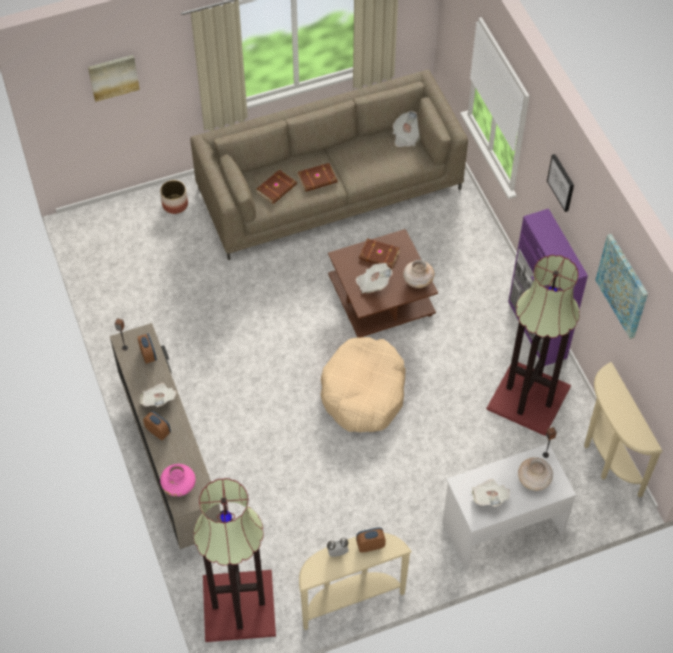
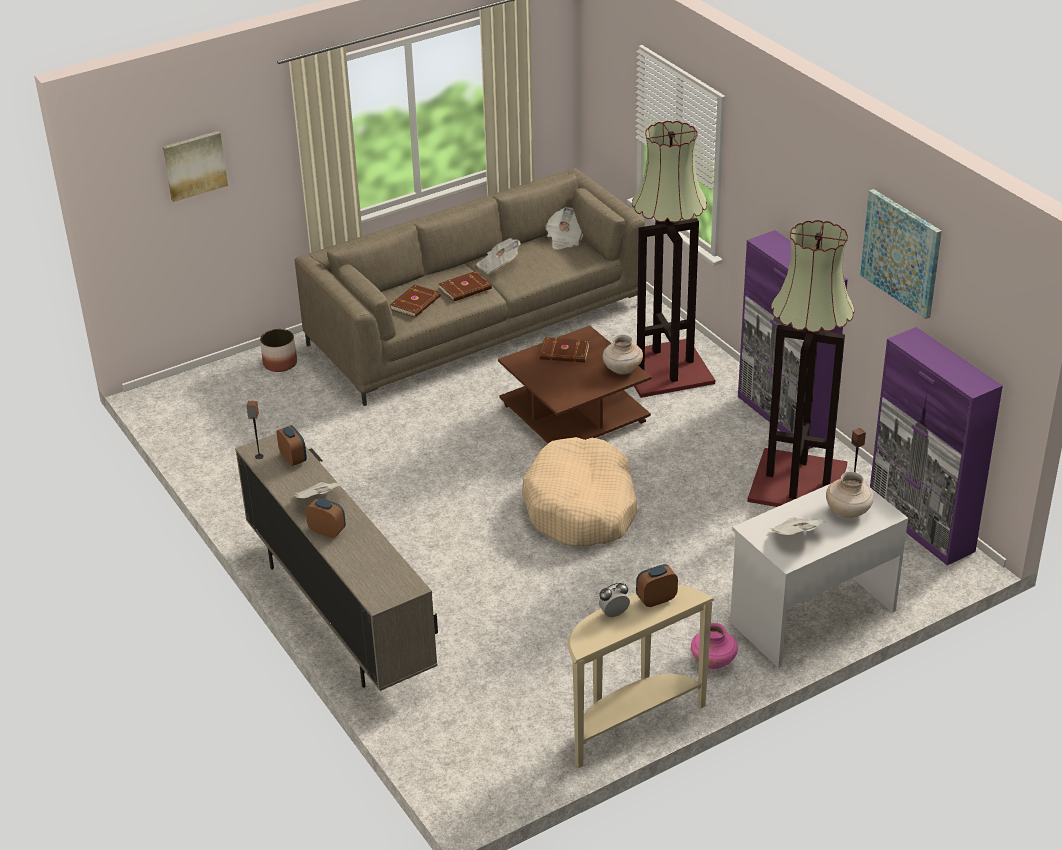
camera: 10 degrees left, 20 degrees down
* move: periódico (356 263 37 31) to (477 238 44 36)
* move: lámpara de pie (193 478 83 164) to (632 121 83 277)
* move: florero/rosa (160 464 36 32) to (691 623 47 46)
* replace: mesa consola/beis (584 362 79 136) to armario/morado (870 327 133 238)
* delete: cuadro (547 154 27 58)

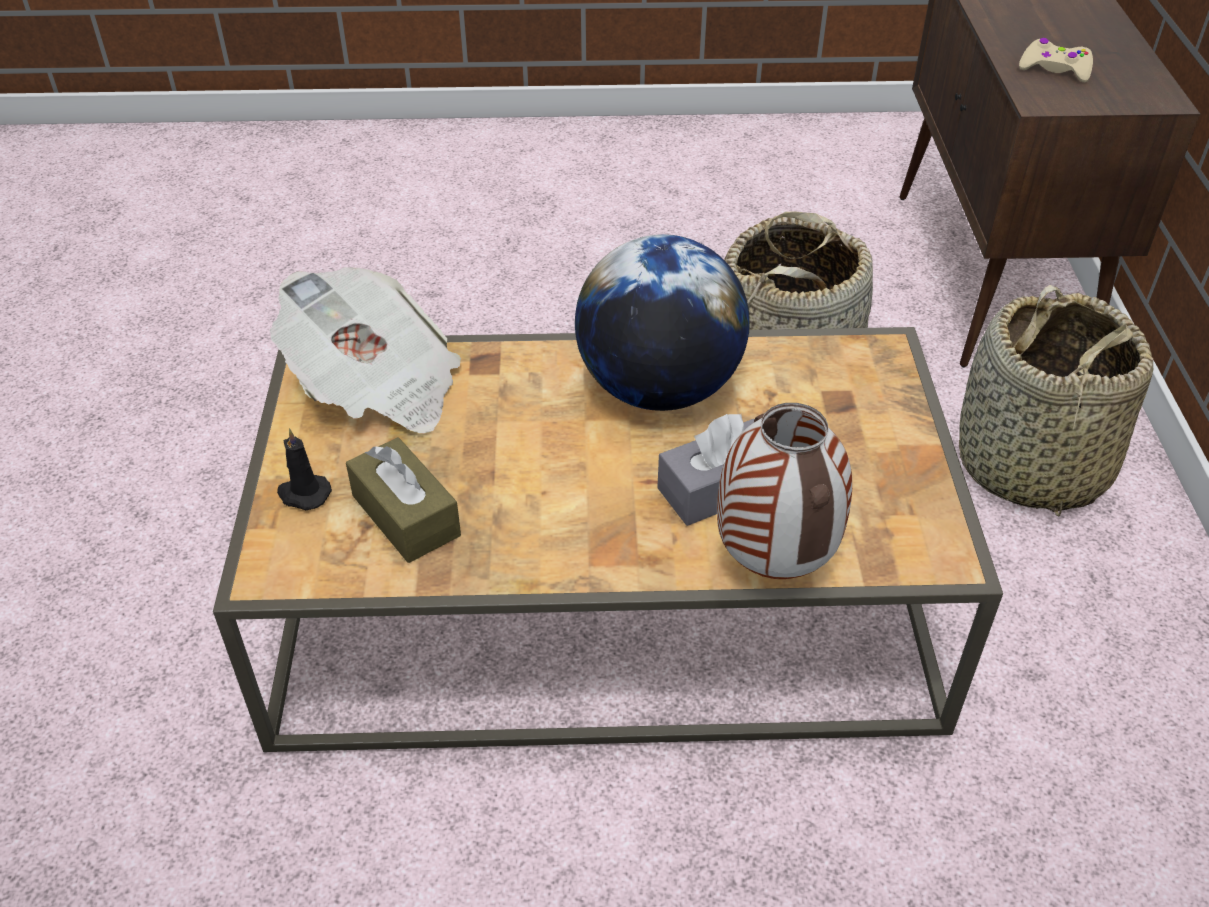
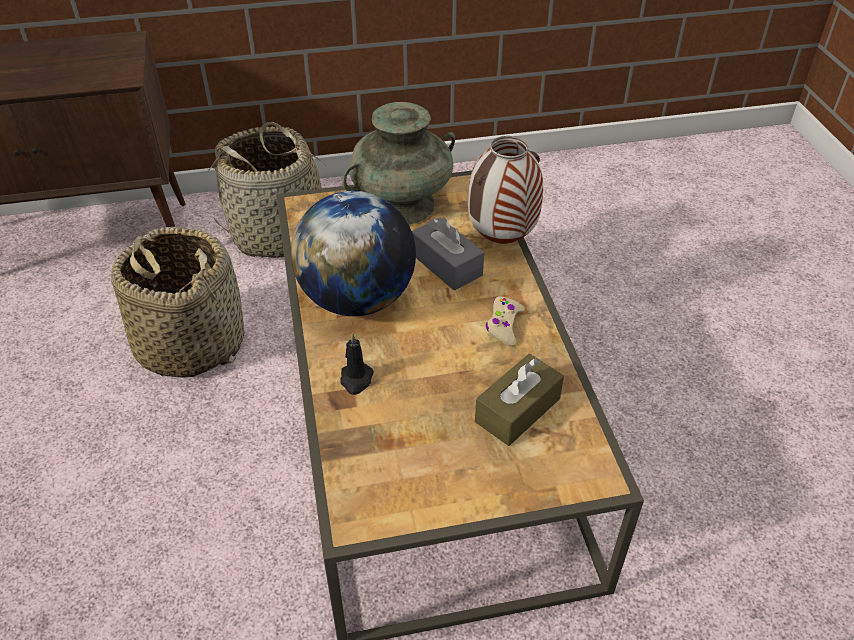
camera: 100 degrees left, 0 degrees up
* move: vela/negro (277 428 55 82) to (340 333 34 62)
* insert: florero/turquesa (343 102 112 122)
* move: mando de consola/beis (1019 38 74 44) to (486 296 39 51)
* delete: periódico (269 267 192 166)

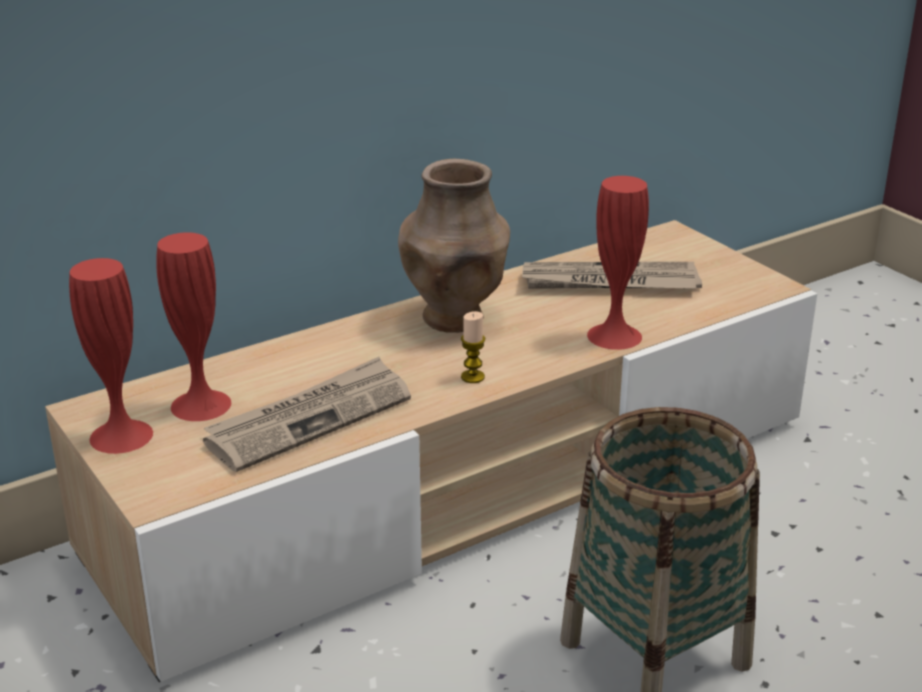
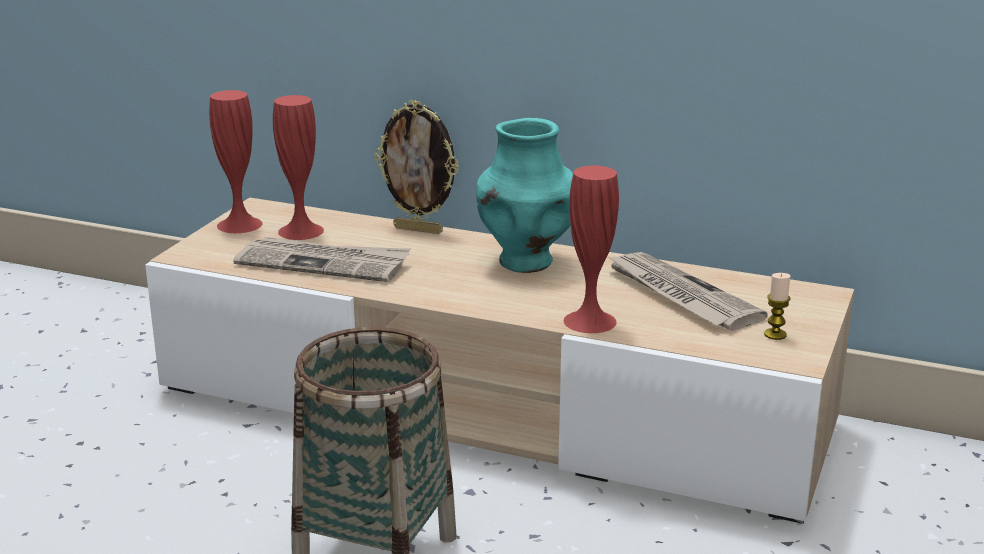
camera: 55 degrees right, 5 degrees down
* insert: portarretratos (374 100 85 134)
* recolor: florero/marrón (398 159 112 174) to florero/turquesa (476 118 97 155)
* move: vela (461 311 24 72) to (764 273 27 67)

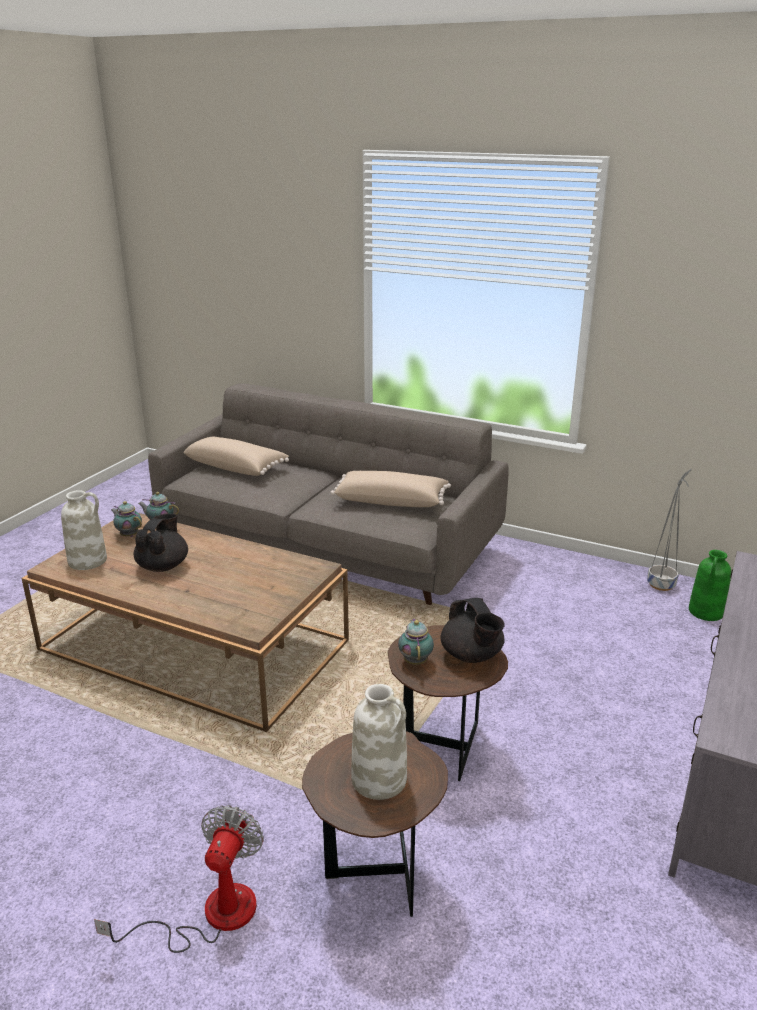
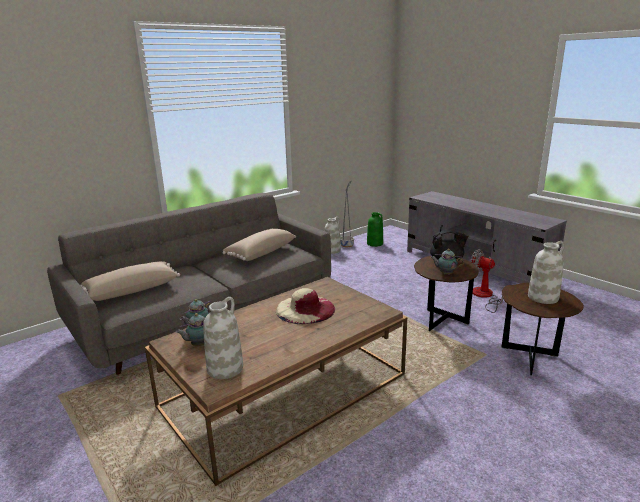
camera: 65 degrees left, 5 degrees down
* insert: sombrero/beis (276 288 59 36)
* insert: florero/blanco (324 217 17 37)
* move: ventilador (94 805 170 148) to (470 249 33 64)
* delete: tetera/negro (134 514 54 58)

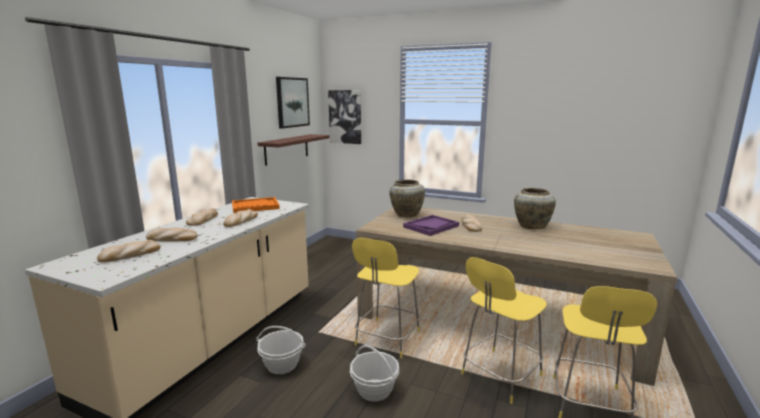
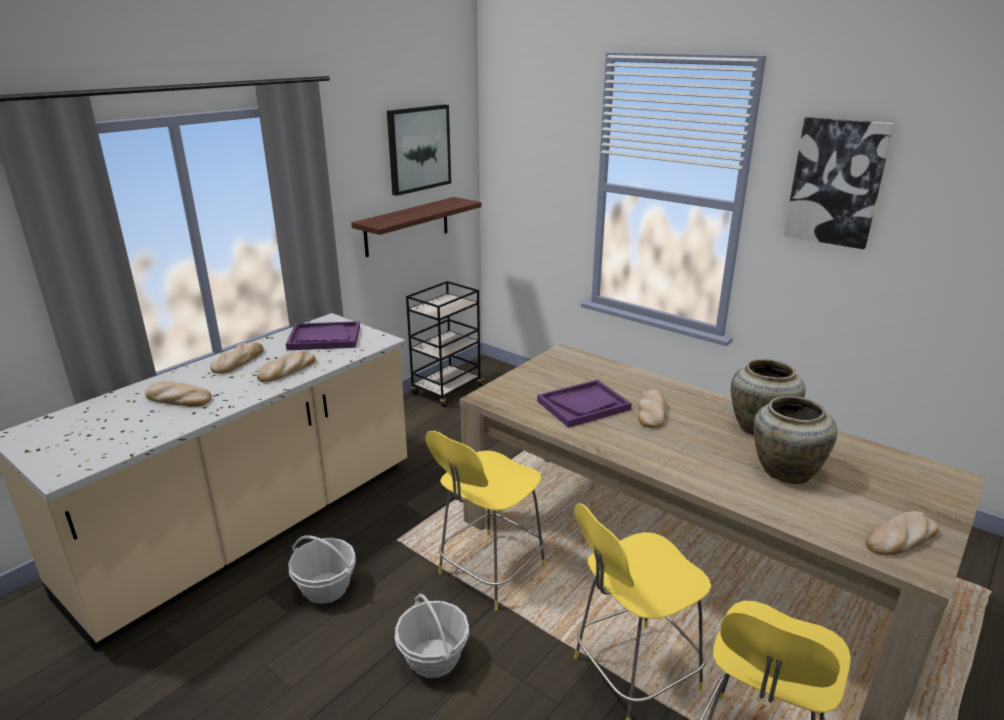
camera: 15 degrees right, 10 degrees up
* recolor: bandeja/naranja (232 197 48 16) to bandeja/morado (286 321 74 29)
* insert: carrito/negro (406 281 81 126)
* move: florero/beis (389 179 36 38) to (753 396 84 88)
* move: cuadro (328 90 33 54) to (784 117 110 132)
* move: pan (97 240 63 22) to (865 511 74 44)

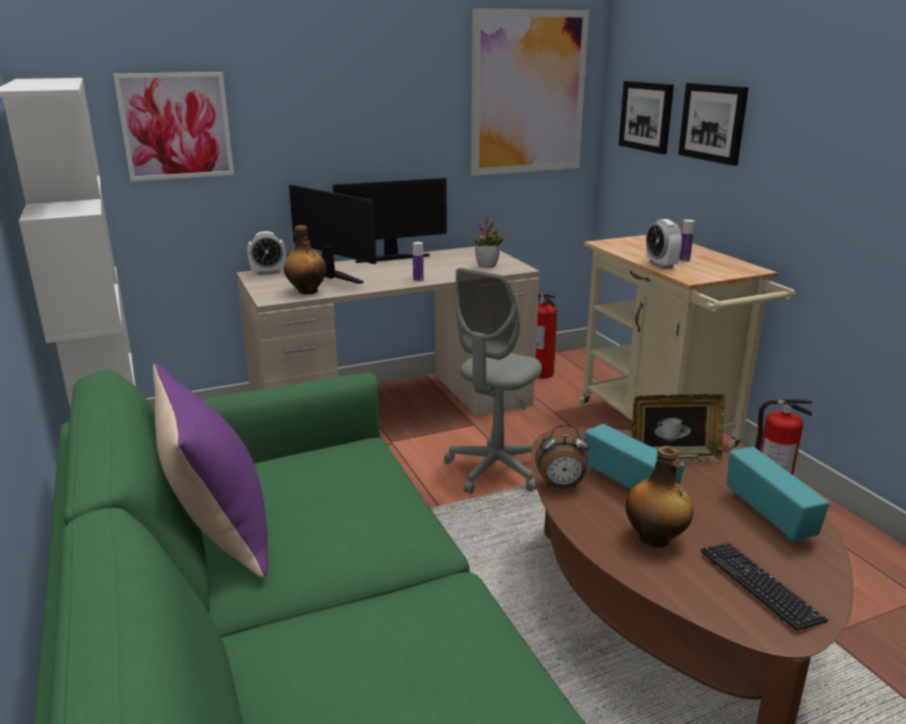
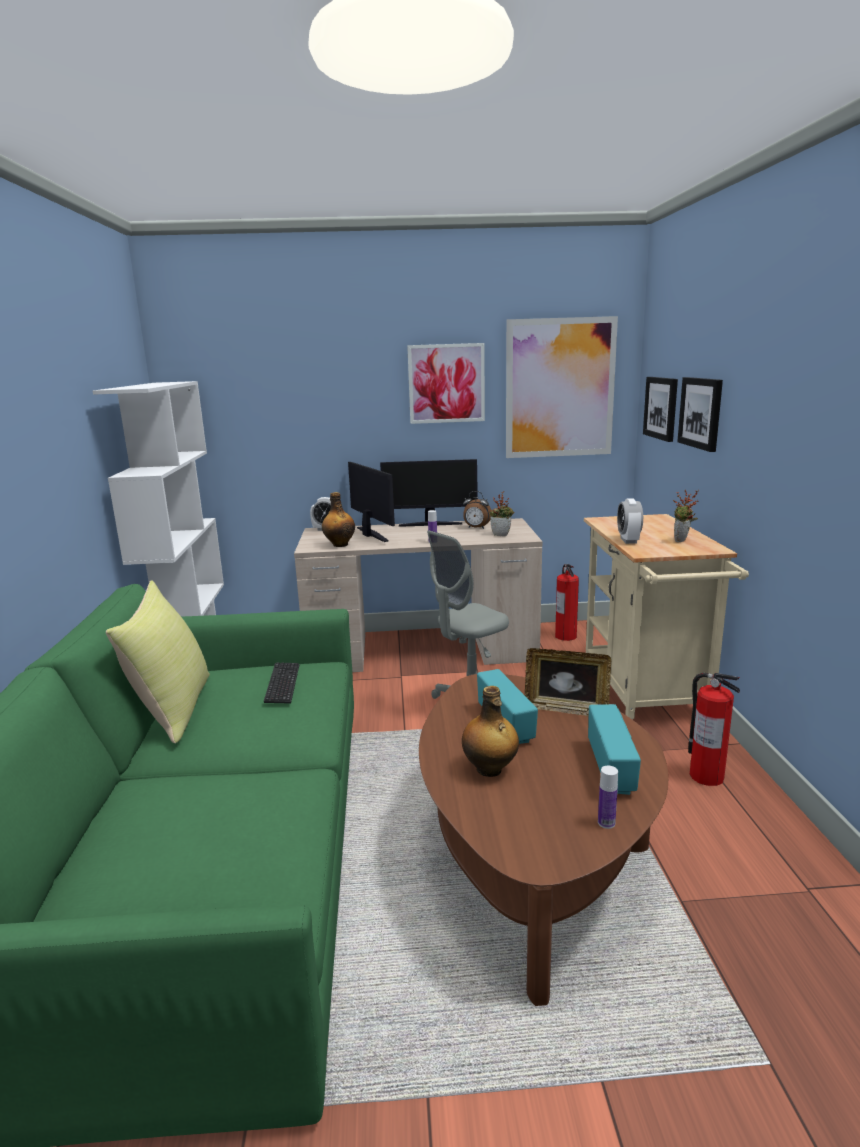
camera: 20 degrees right, 5 degrees down
* recolor: cojín/morado (153 363 115 214) to cojín/amarillo (106 580 104 163)
* move: teclado (700 543 128 88) to (264 662 35 41)
* move: cuadro (113 72 121 109) to (407 343 78 81)
* move: despertador (535 425 54 64) to (463 491 28 38)
* move: botella (679 220 16 42) to (598 766 20 63)
* insert: planta en maceta (673 490 26 52)

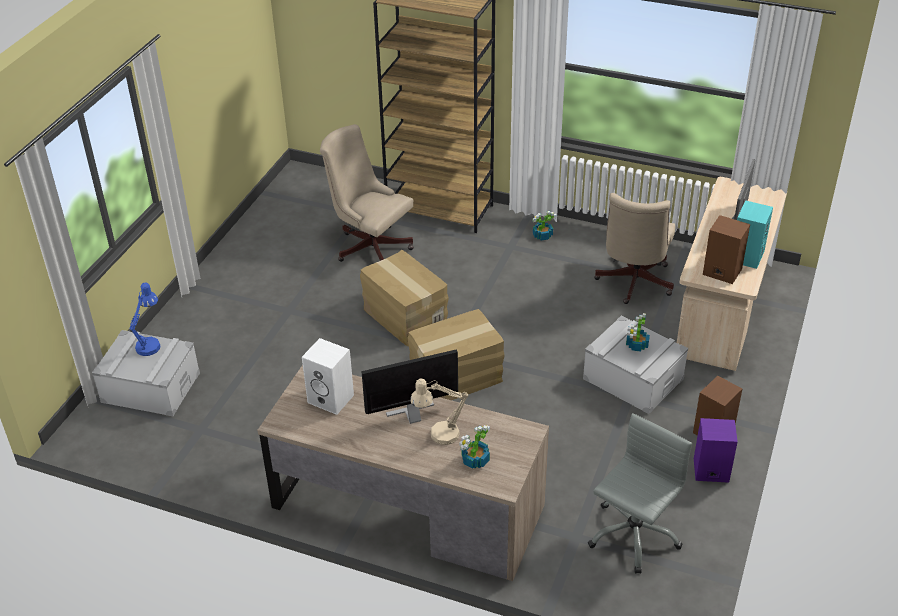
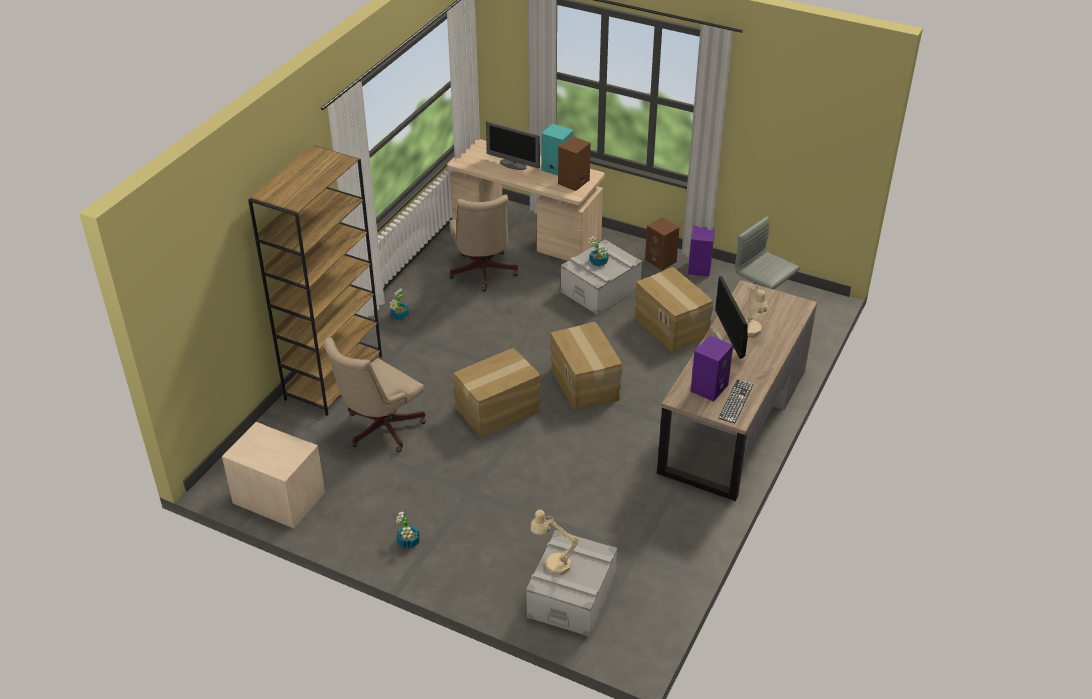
camera: 85 degrees left, 0 degrees up
* insert: mesita de noche/beis (222 422 103 106)
* move: planta en maceta (459 425 31 44) to (396 511 23 38)
* rotate: silla de oficina/beis (594 193 81 111) = (449 195 69 97) 60 degrees clockwise
* recolor: lámpara de mesa/azul (130 282 30 74) to lámpara de mesa/beis (530 510 49 65)
* insert: caja de cartón (635 267 78 85)
* recolor: altavoz/blanco (302 338 52 77) to altavoz/morado (690 335 43 67)
* insert: teclado (718 379 36 44)

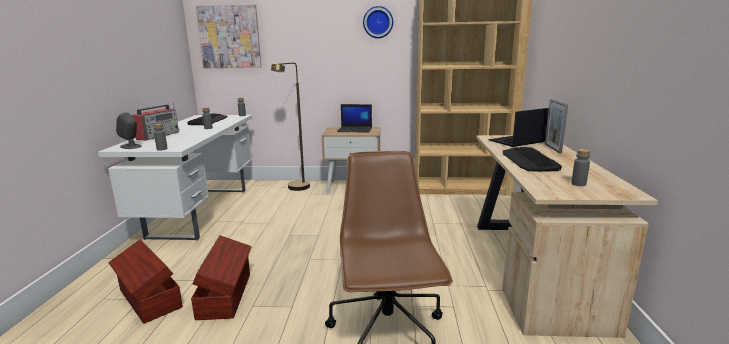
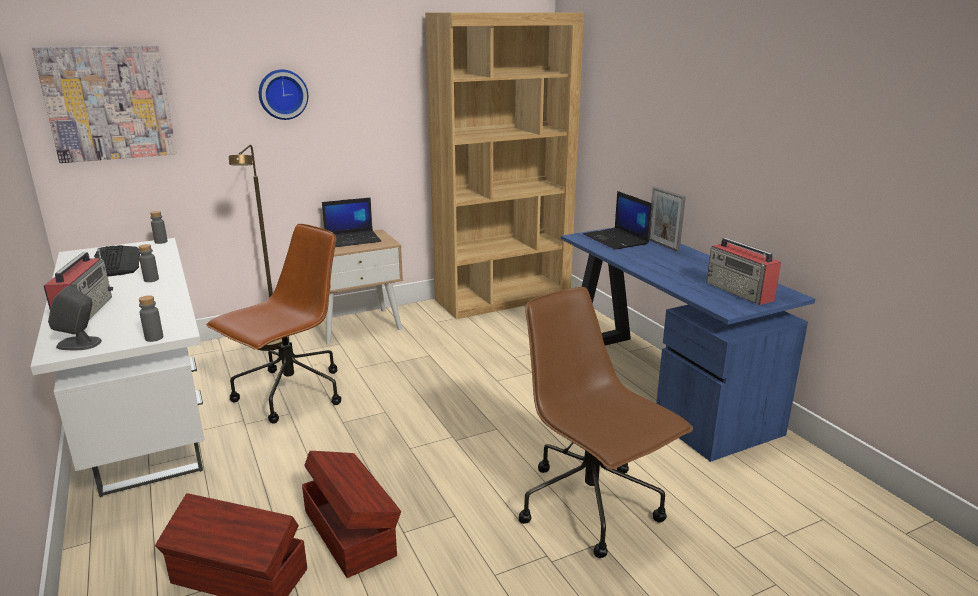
camera: 30 degrees left, 5 degrees up
* insert: silla de oficina/marrón (206 224 135 200)
* move: reloj de pared (363 6 30 32) to (259 69 49 51)
* recolor: escritorio/beis (476 135 182 203) to escritorio/azul (561 227 254 235)
* rotate: portátil (488 108 61 39) = (583 191 69 59) 60 degrees counterclockwise
* replace: botella/gris (571 149 19 37) to radio (706 238 75 67)
* delete: teclado (503 147 59 25)

